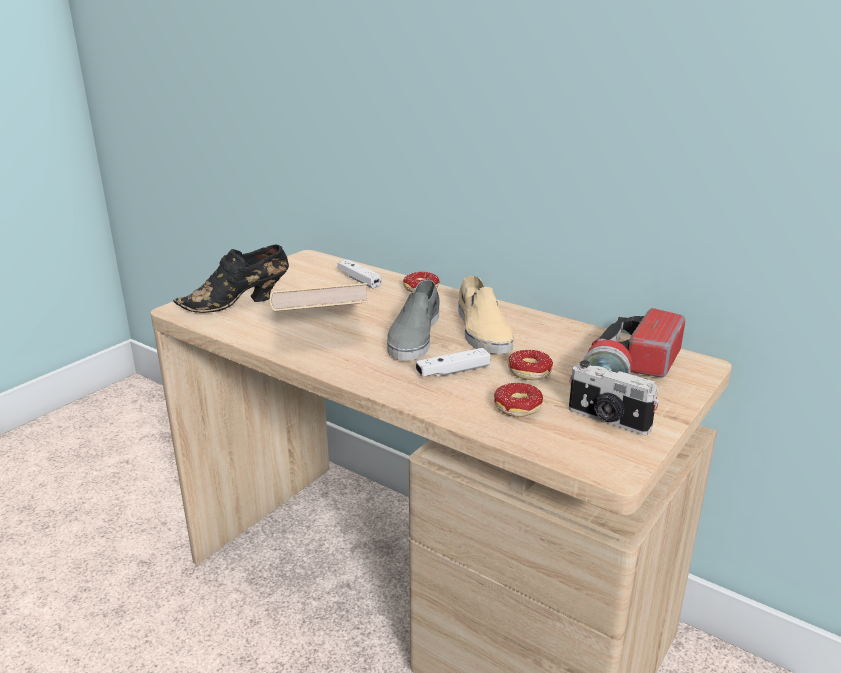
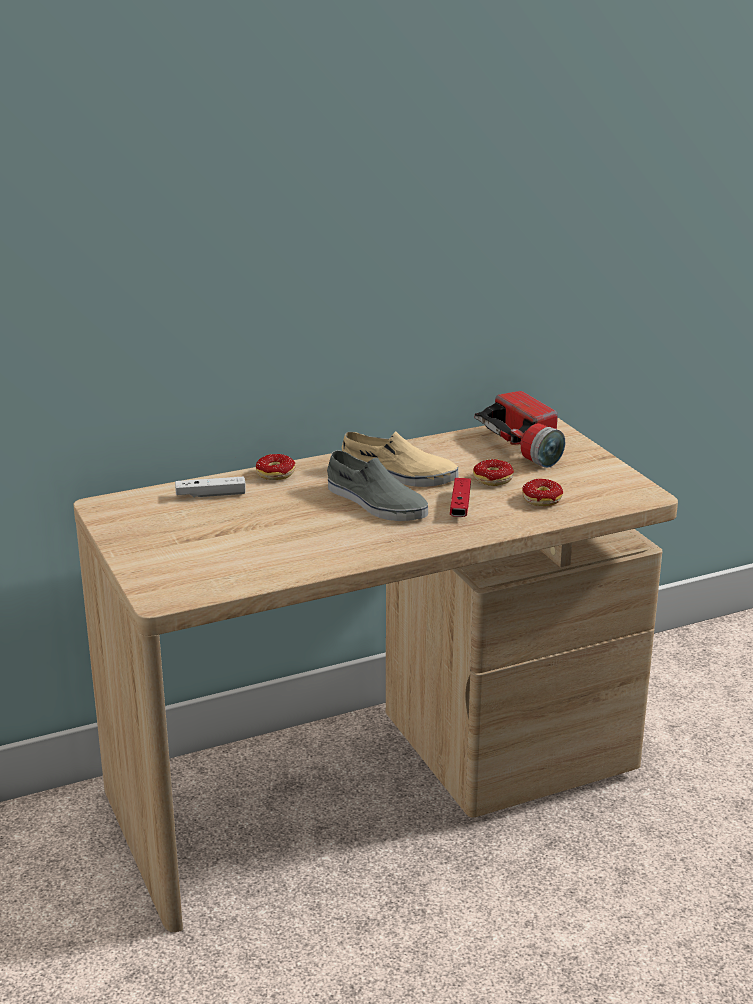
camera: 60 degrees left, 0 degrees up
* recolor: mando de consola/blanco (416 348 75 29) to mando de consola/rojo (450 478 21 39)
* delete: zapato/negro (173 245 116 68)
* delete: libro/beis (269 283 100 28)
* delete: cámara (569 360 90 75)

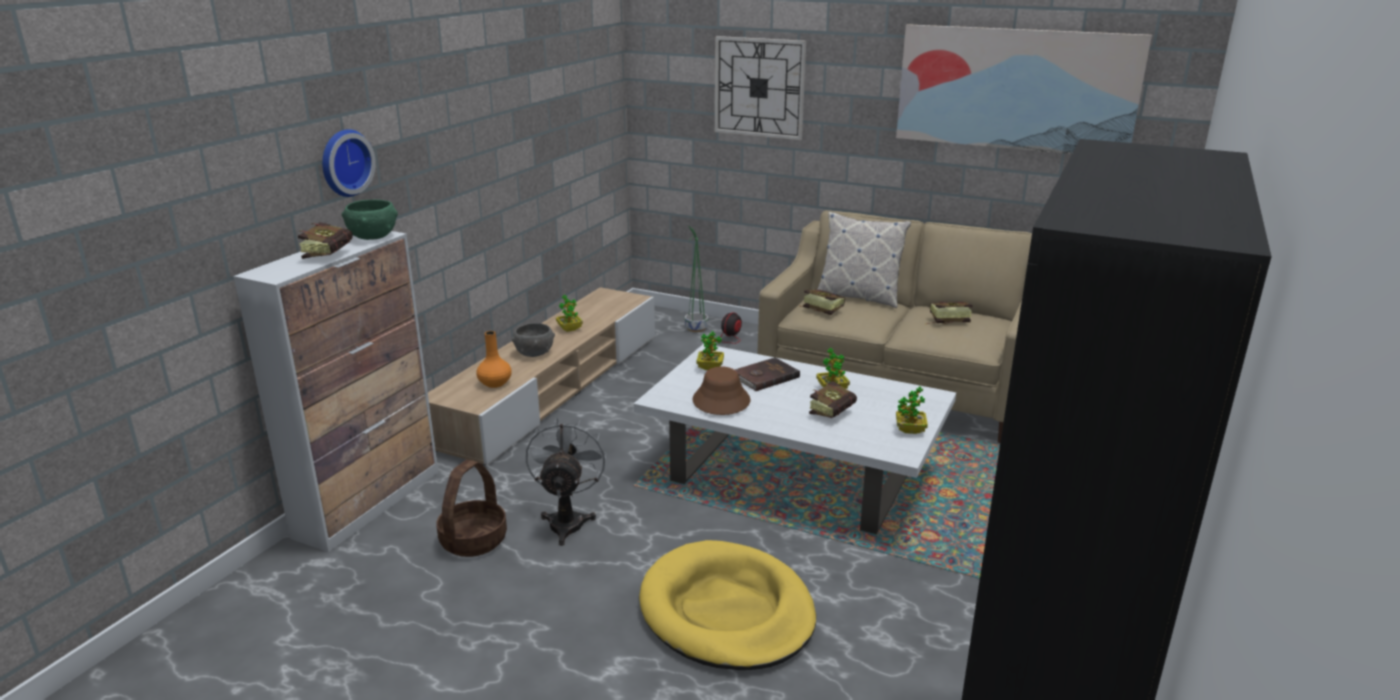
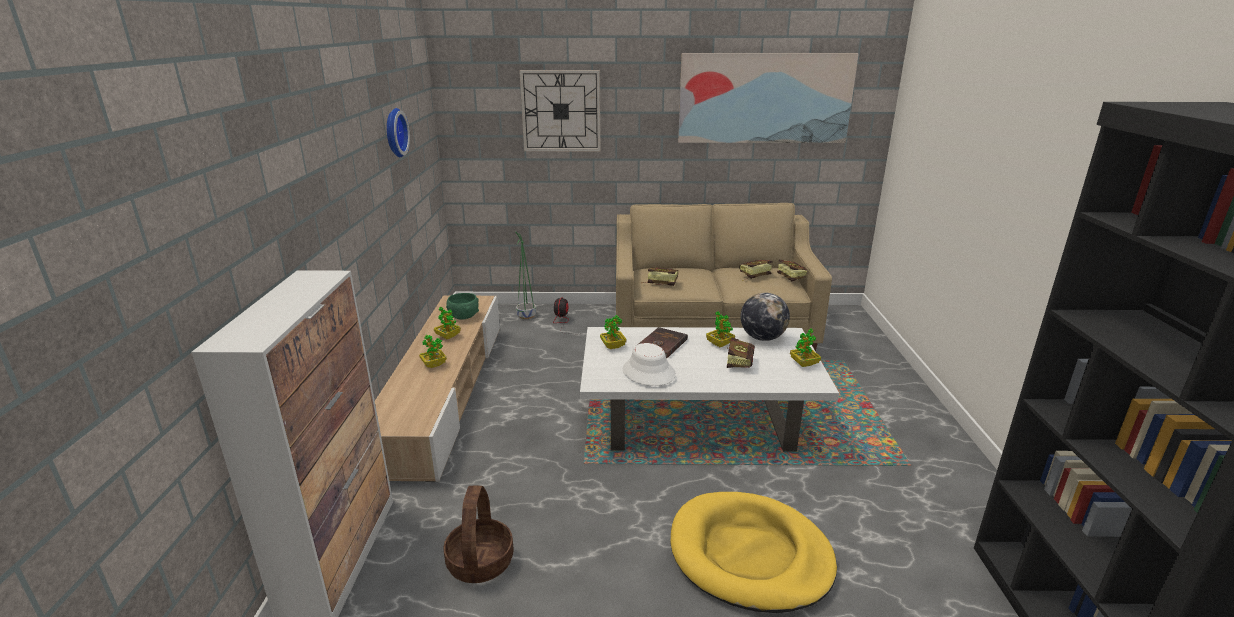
camera: 25 degrees left, 0 degrees up
* move: reloj de pared (322 129 54 68) to (387 108 23 49)
* replace: cuenco/gris (511 323 44 34) to planta en maceta (419 335 28 33)
* move: cuenco/verde (342 200 56 40) to (446 293 33 27)
* recolor: sombrero/marrón (693 366 58 49) to sombrero/blanco (623 343 53 43)
* insert: globo terráqueo (741 293 49 48)
* move: libro (298 222 55 37) to (777 260 30 21)
* delete: florero/naranja (476 331 36 57)
* delete: ventilador/gris (526 418 81 128)
* delete: cojín (817 212 94 96)

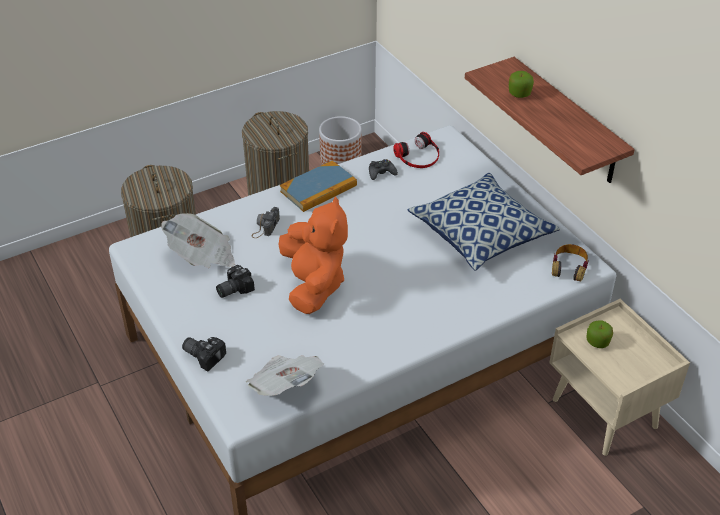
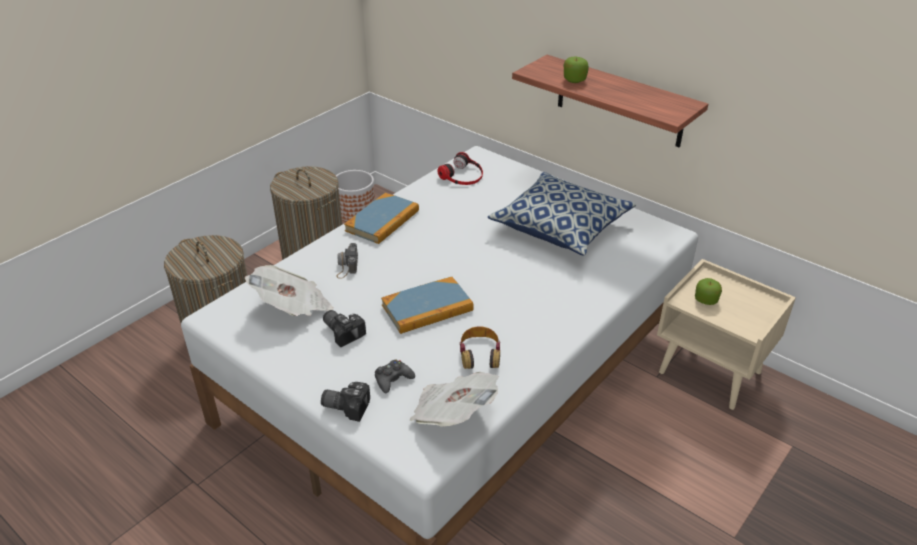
camera: 20 degrees left, 5 degrees down
* rotate: cámara (216 265 39 33) = (323 310 43 37) 105 degrees clockwise
* move: mando de consola/negro (369 159 29 21) to (375 359 40 34)
* replace: peluche/naranja (279 196 69 118) to libro (381 277 93 57)
* move: auriculares (552 244 37 38) to (460 326 40 43)

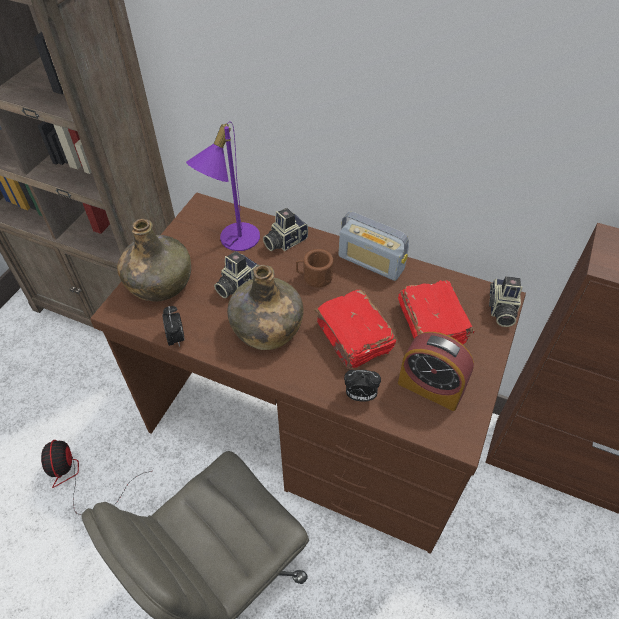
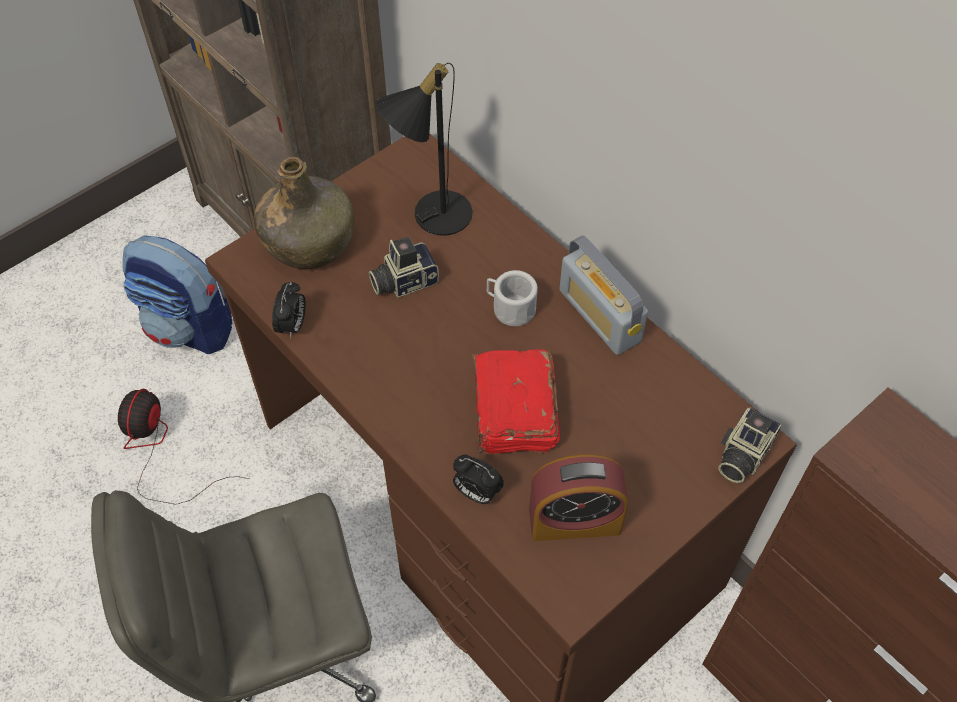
camera: 25 degrees right, 5 degrees up
* insert: mochila (122 235 110 119)
* recolor: lámpara de mesa/morado (186 122 74 129) to lámpara de mesa/negro (376 63 97 173)
* recolor: taza grande/marrón (296 249 37 38) to taza grande/blanco (487 270 51 56)
* rotate: despertador (398 332 76 79) = (529 455 99 86) 60 degrees counterclockwise
* delete: botella/verde (227 265 77 85)
* delete: cámara (263 208 45 43)
* delete: libro/rojo (398 280 77 64)

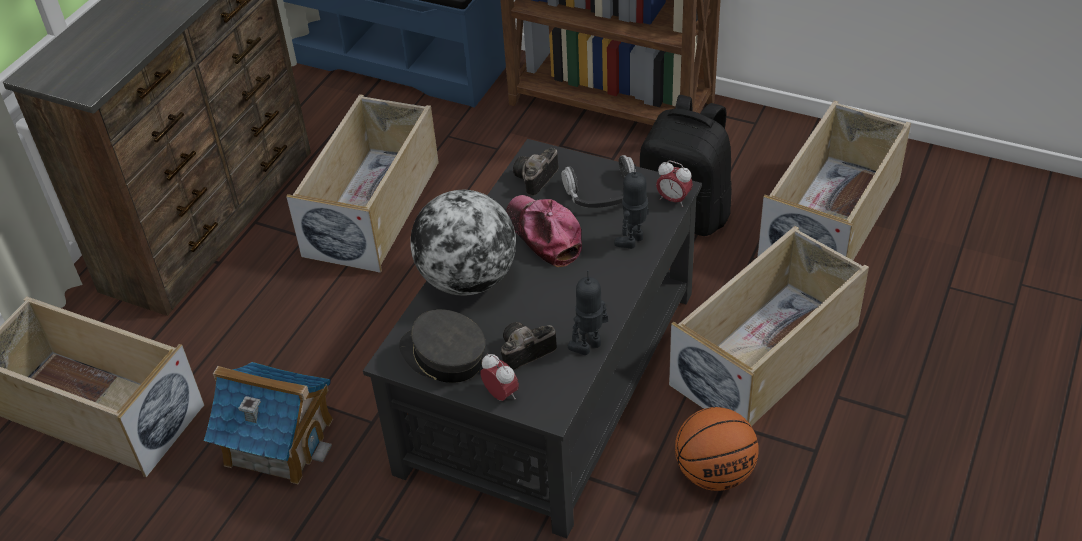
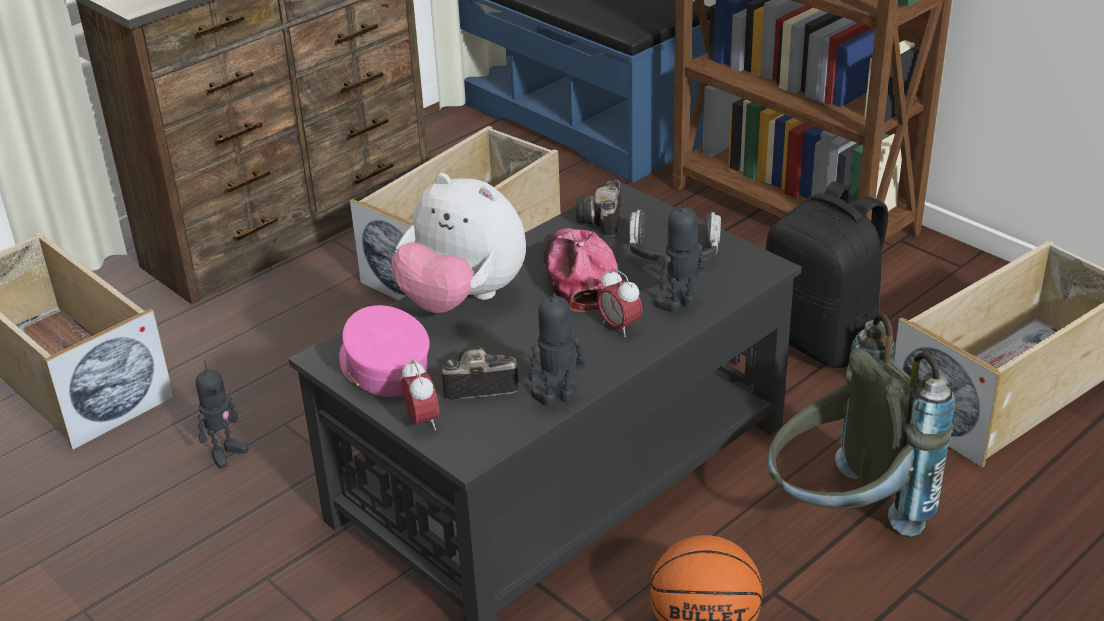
camera: 20 degrees right, 10 degrees down
* replace: casita (204 362 129 122) to robot de juguete (196 360 53 108)
* recolor: gorra/gris (399 309 86 74) to gorra/rosa (339 305 91 92)
* replace: globo terráqueo (410 190 106 106) to peluche (391 173 135 140)
* rotate: cámara (513 148 46 48) = (576 179 45 58) 45 degrees counterclockwise
* move: despertador (656 161 37 46) to (597 268 46 69)
* replace: caja de almacenaje/beis (669 226 200 200) to mochila/gris (768 313 186 224)

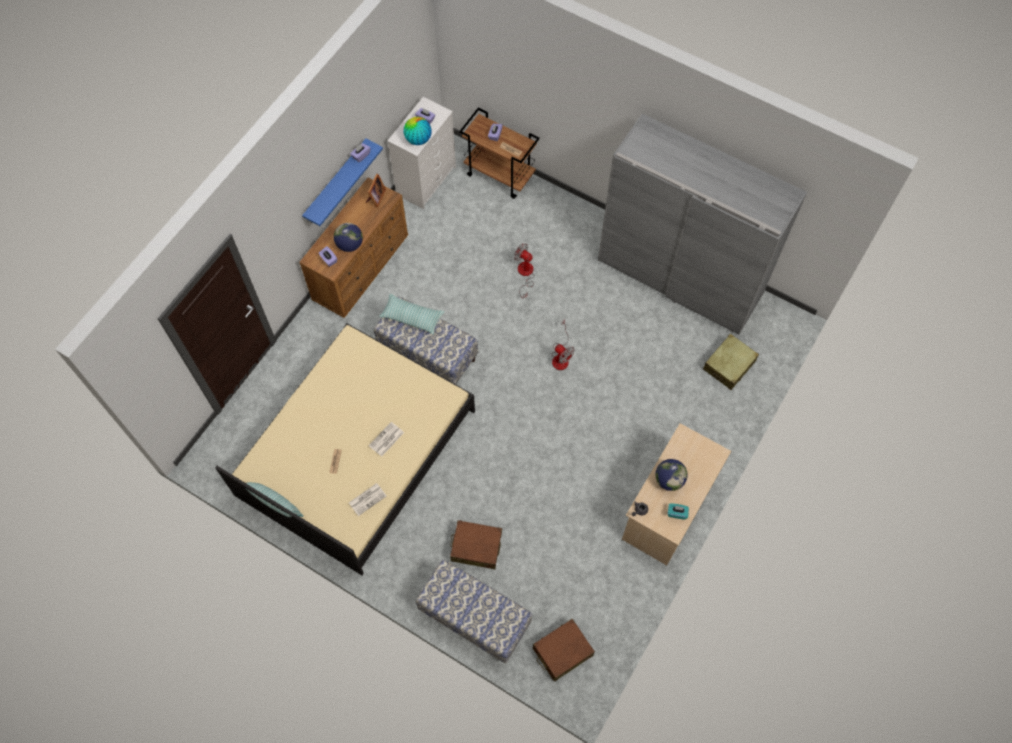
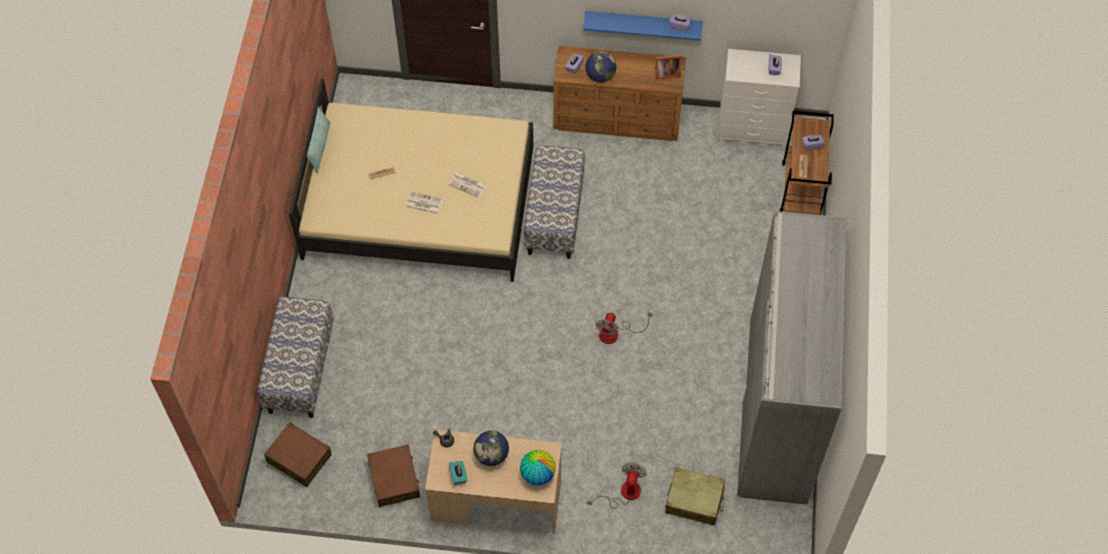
camera: 65 degrees right, 5 degrees down
* move: maleta/marrón (450 520 52 49) to (367 444 53 63)
* move: periódico (349 483 37 33) to (449 172 38 26)
* move: globo terráqueo (404 117 28 28) to (520 450 36 36)
* move: ventilador (514 243 21 55) to (587 463 60 45)
* delete: cojín (379 294 65 41)

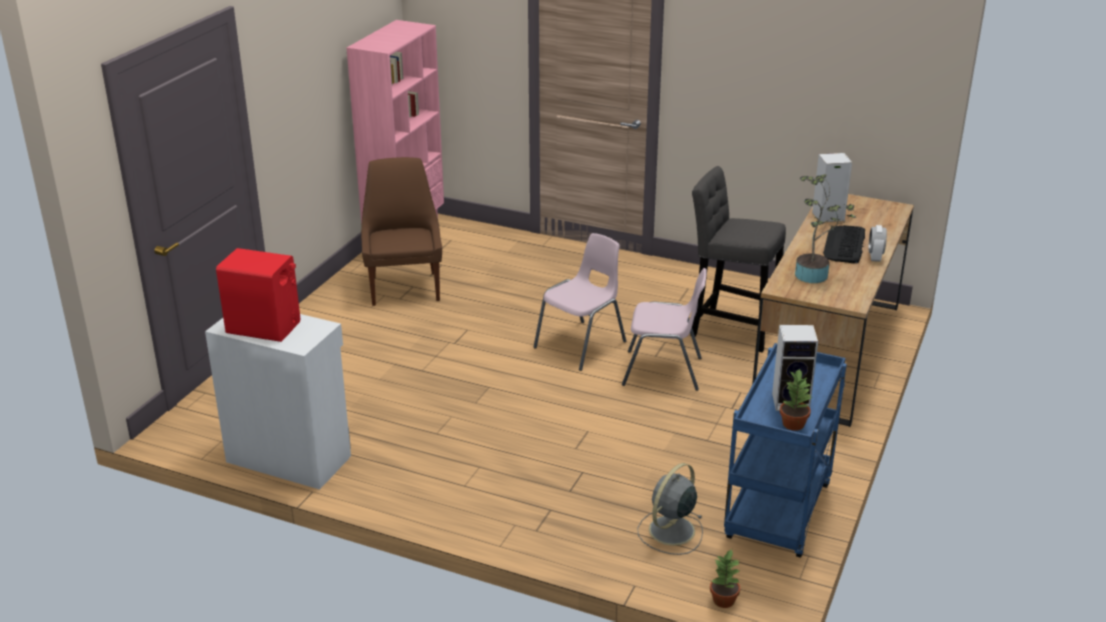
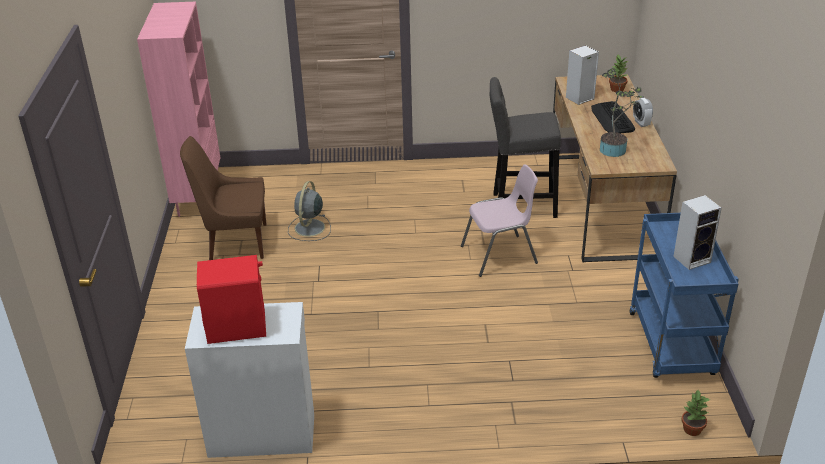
camera: 25 degrees left, 5 degrees up
* rotate: silla/marrón (361 157 81 149) = (180 136 86 124) 60 degrees counterclockwise
* move: ventilador/gris (637 463 66 92) to (288 181 43 60)
* move: planta en maceta (780 368 32 63) to (609 55 19 37)
* delete: silla/rosa (533 233 93 138)

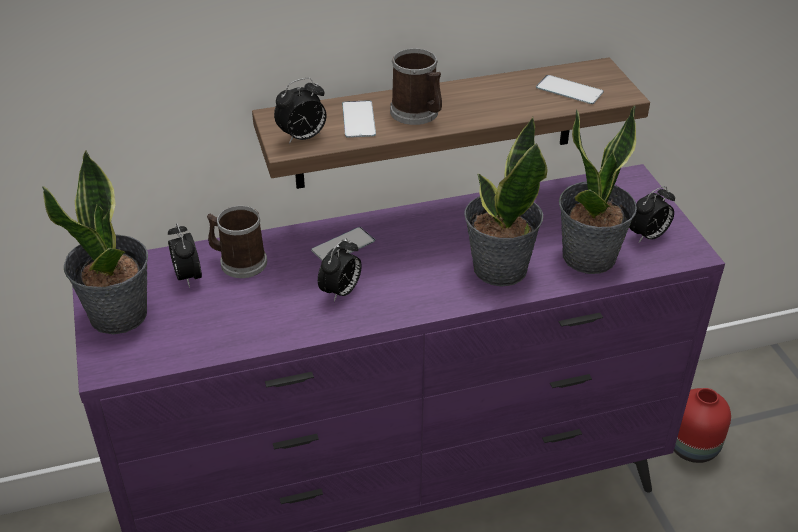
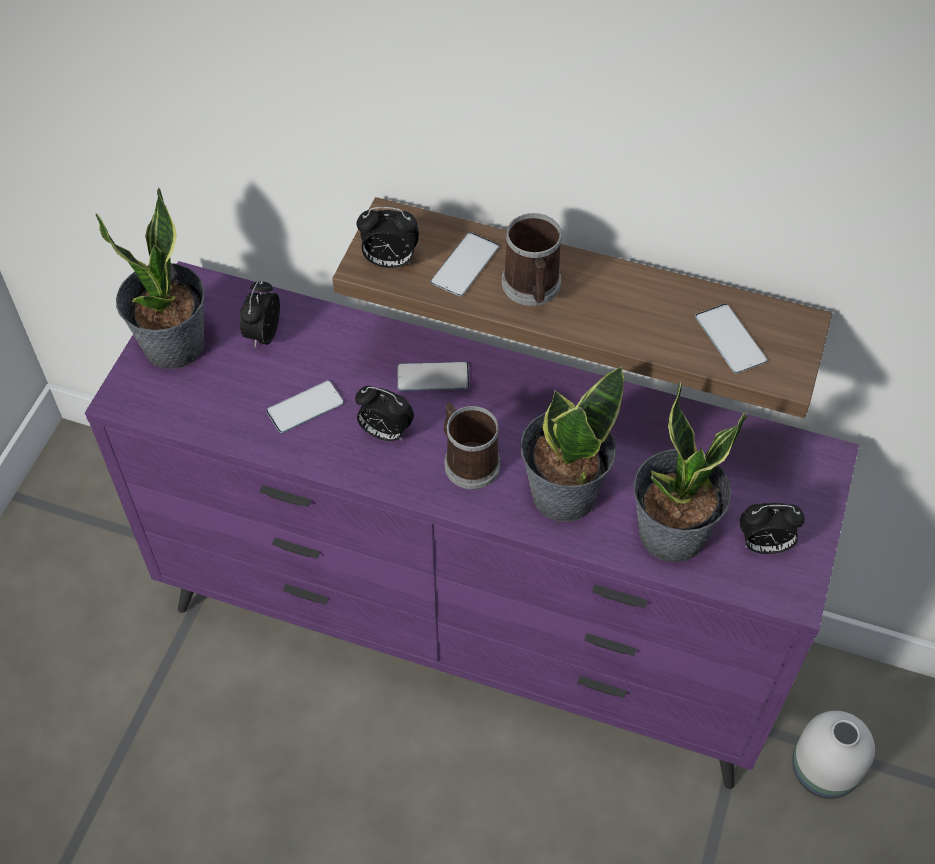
camera: 35 degrees right, 15 degrees up
* insert: móvil (266 380 78 53)
* rotate: despertador (318 238 44 64) = (355 386 59 55) 45 degrees clockwise
* move: taza grande (207 206 60 72) to (444 403 56 86)
* recolor: florero/rojo (674 388 57 75) to florero/blanco (792 711 83 88)

